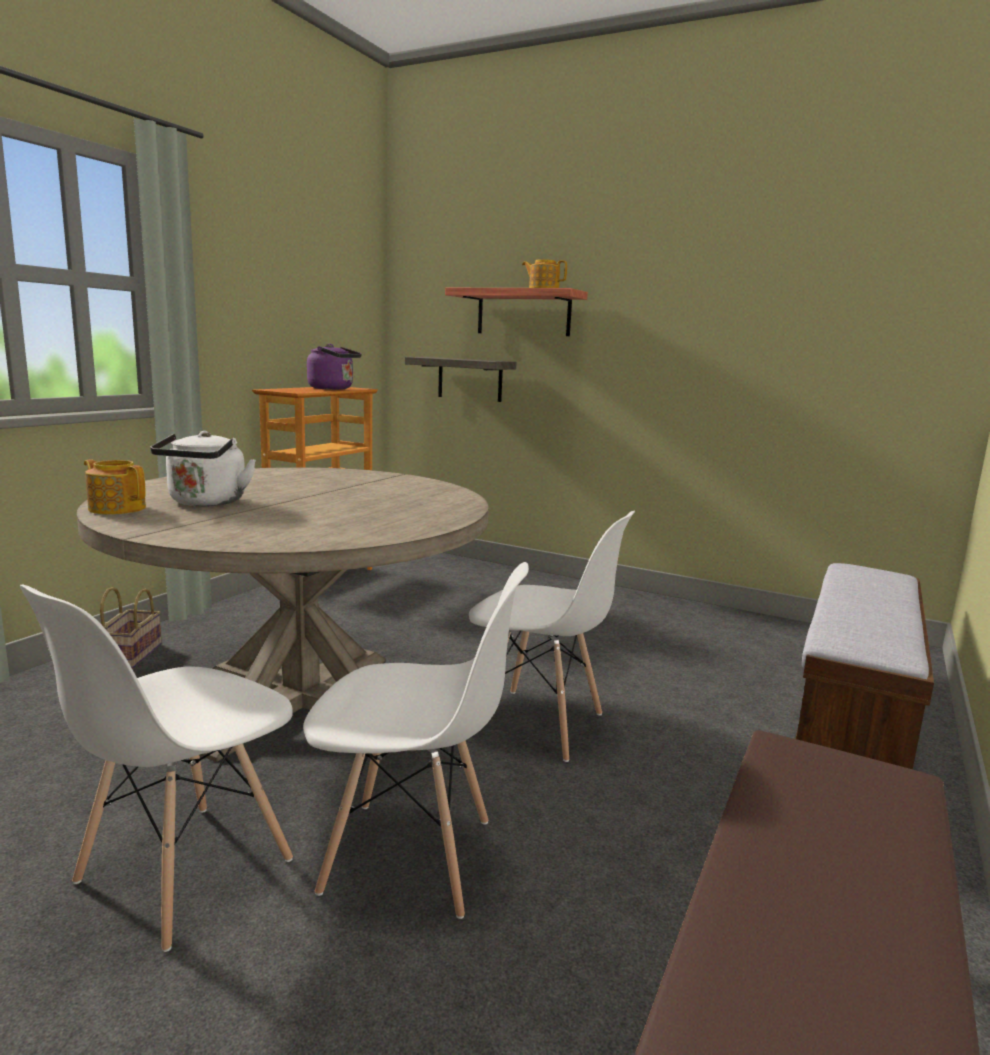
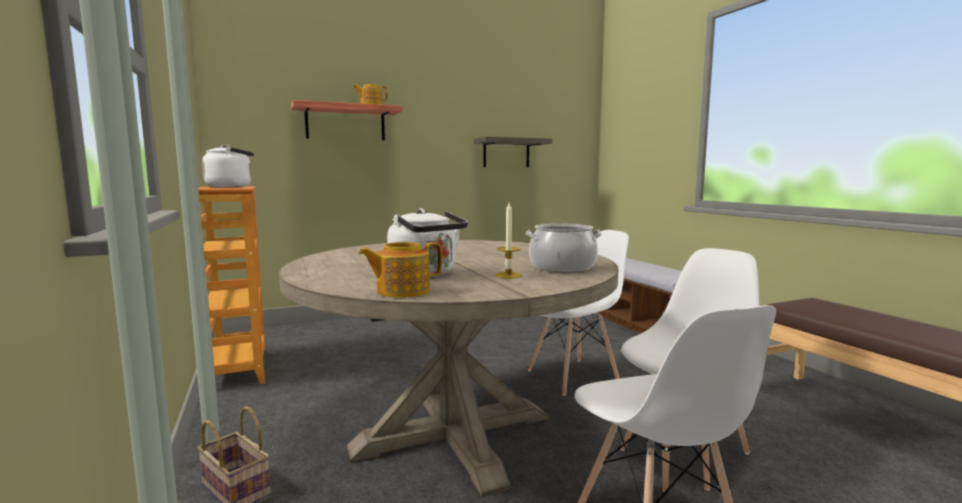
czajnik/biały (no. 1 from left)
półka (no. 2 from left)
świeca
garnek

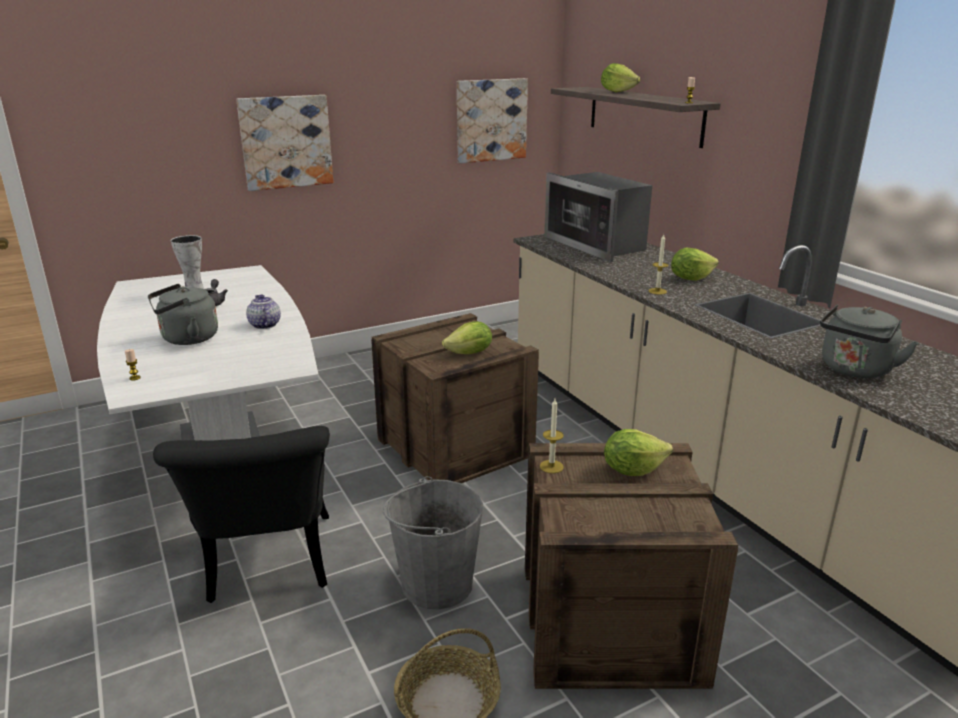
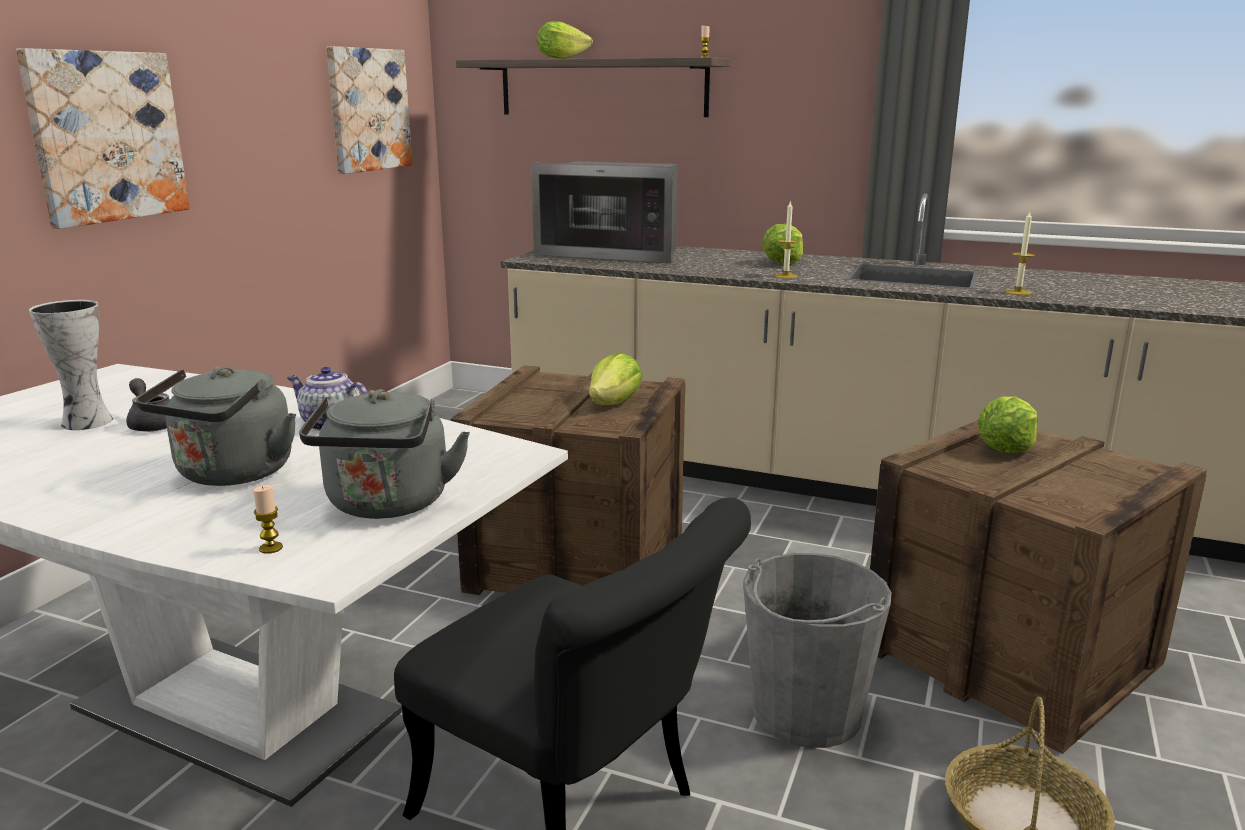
świeca (no. 4 from left)
czajnik/szary (no. 2 from left)

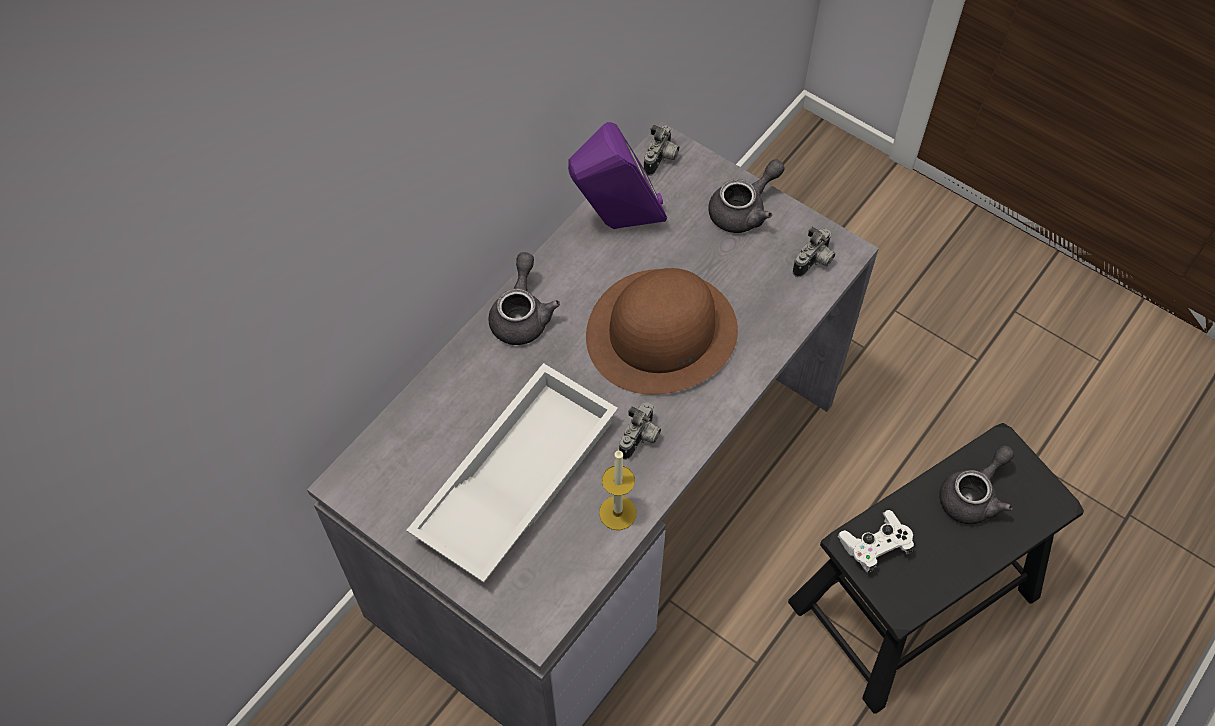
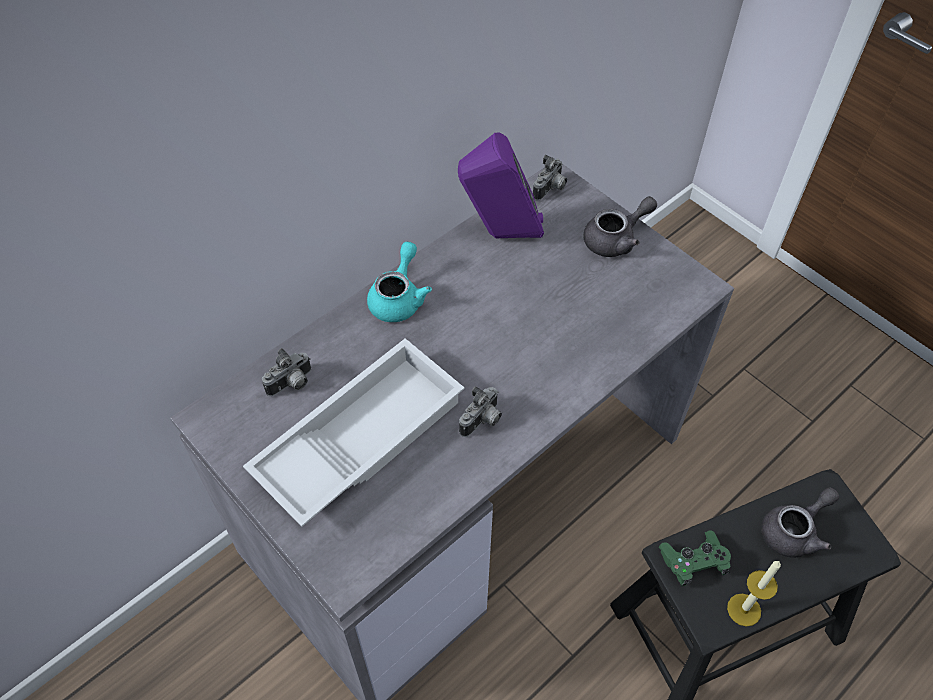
imbryk/turkusowy
kapelusz/brązowy
świeca
aparat fotograficzny (no. 1 from left)
pad do gier/zielony

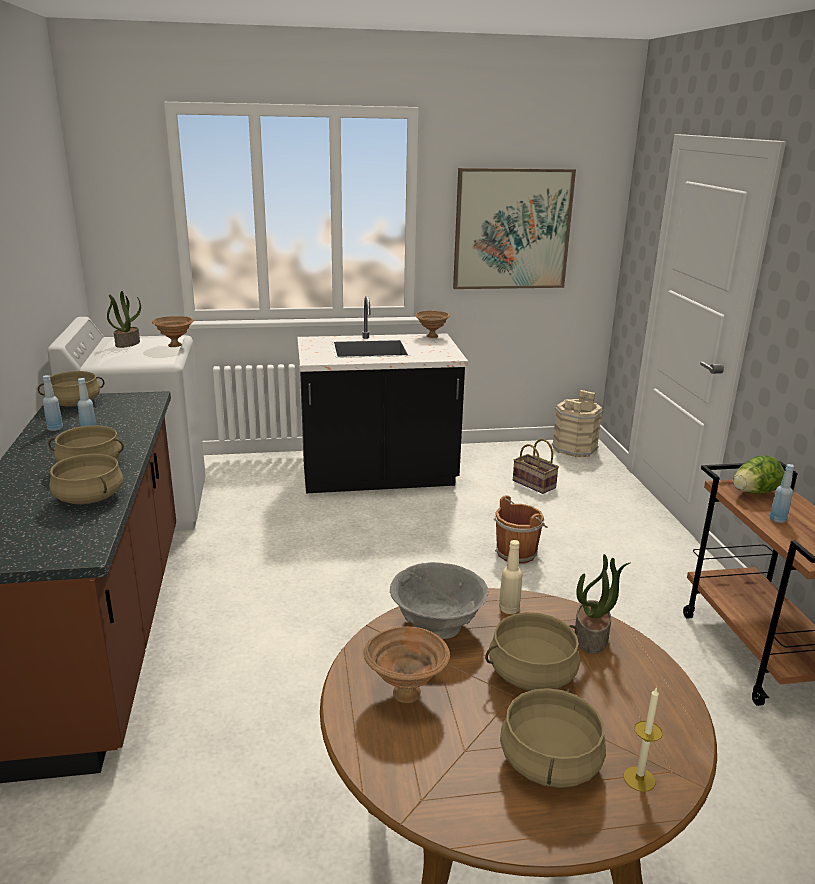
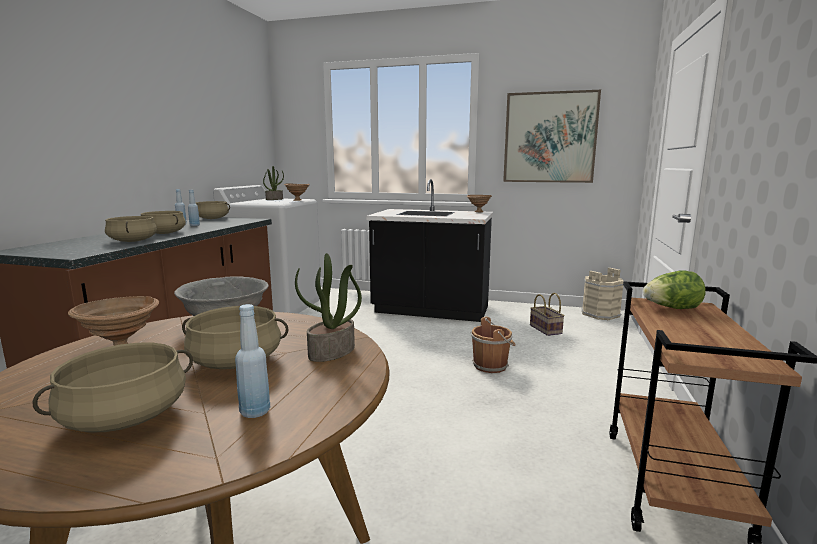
butelka/beżowy
świeca
butelka/niebieski (no. 3 from left)

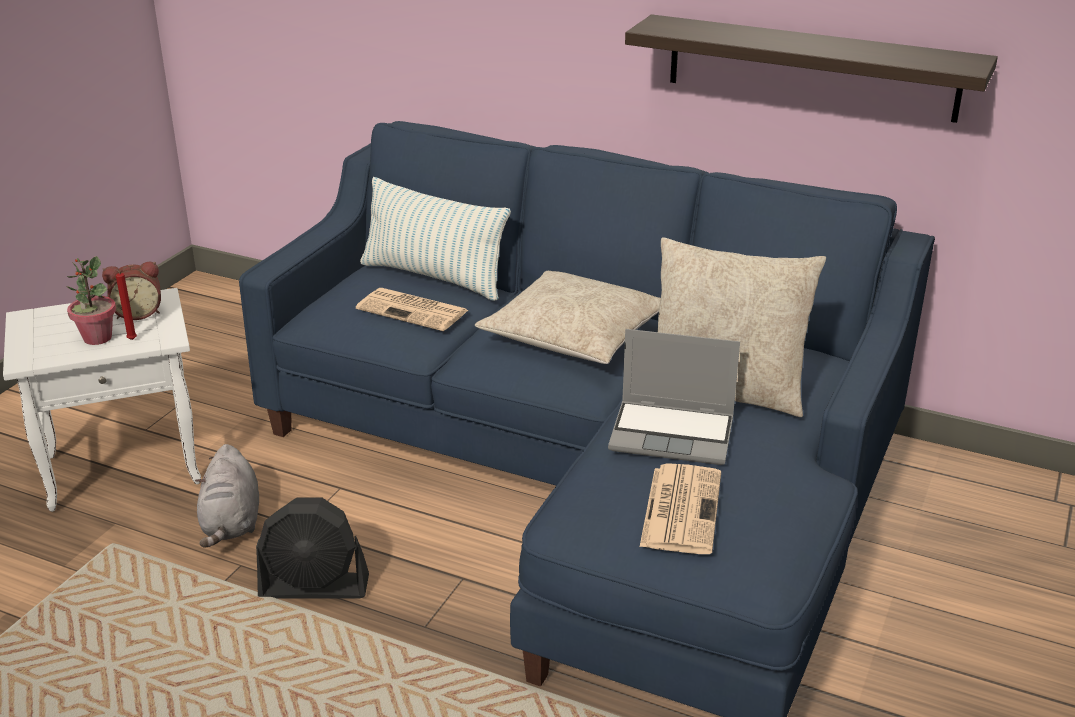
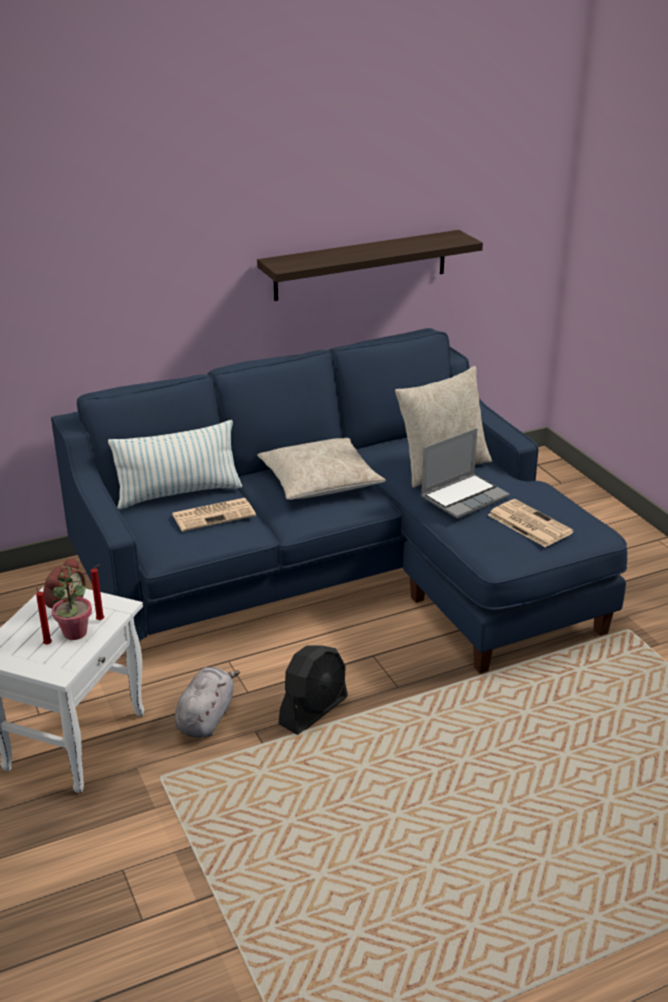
pluszak/szary
świeca/czerwony (no. 1 from left)

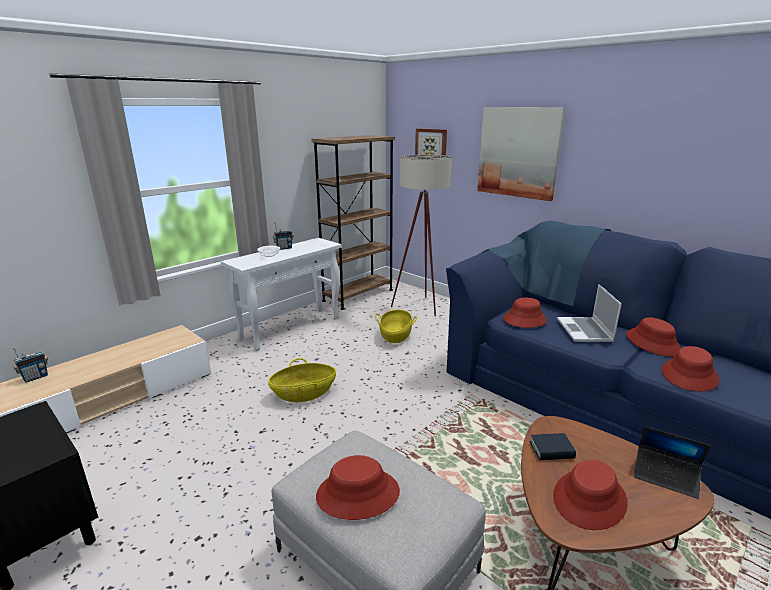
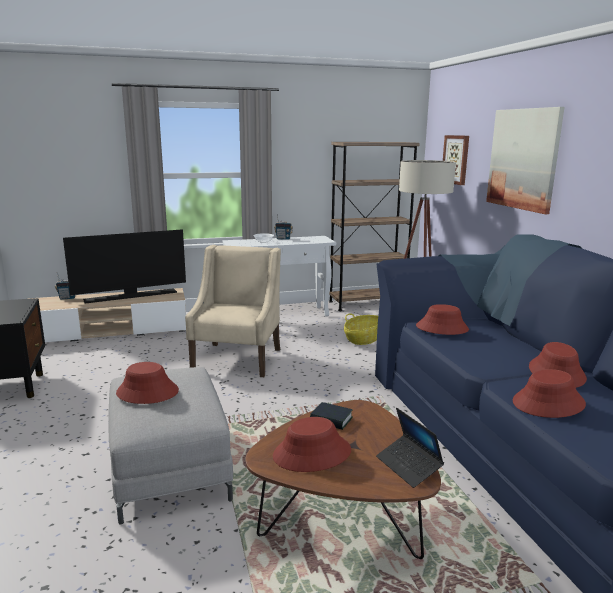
fotel/beżowy
laptop (no. 1 from left in the first image)
telewizor

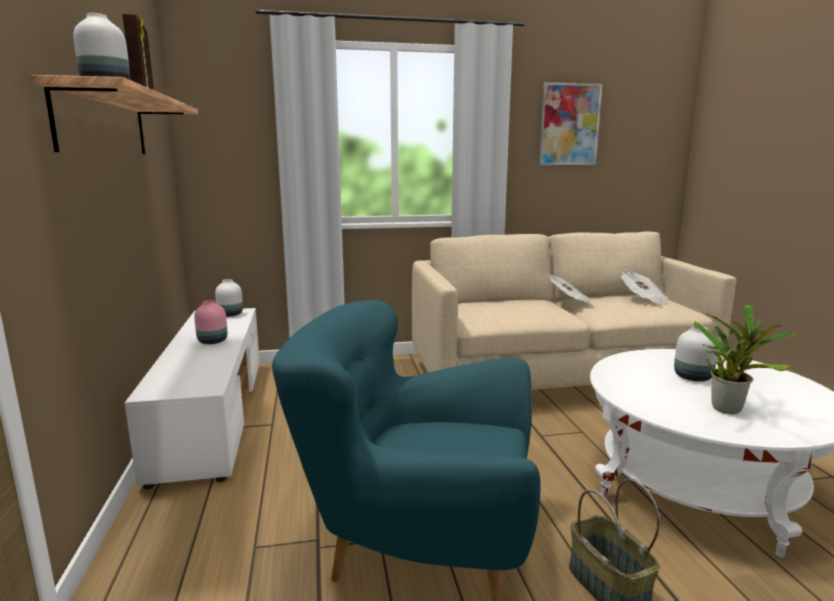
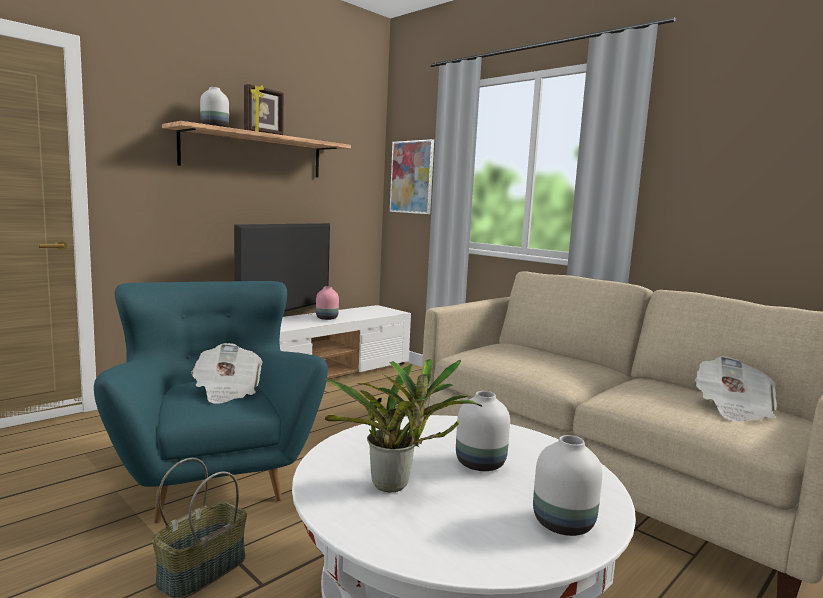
wazon/biały (no. 3 from left)
obraz
gazeta (no. 1 from left)
telewizor

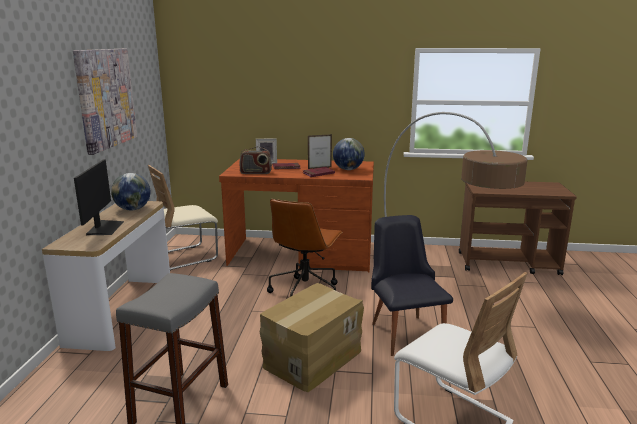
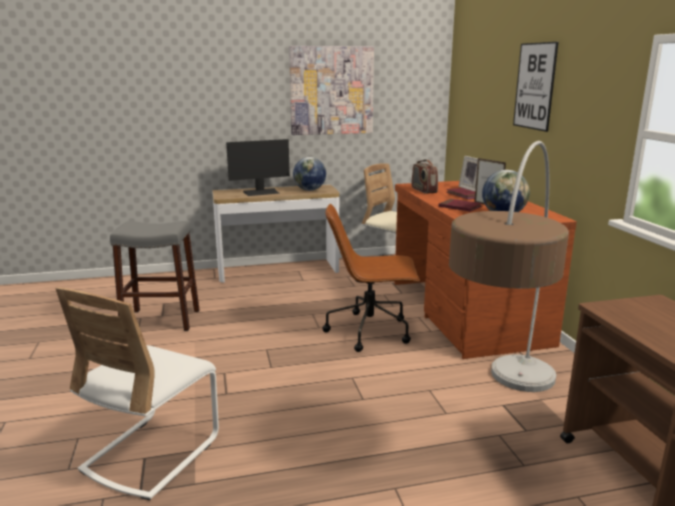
karton
krzesło/czarny
obraz (no. 2 from left)

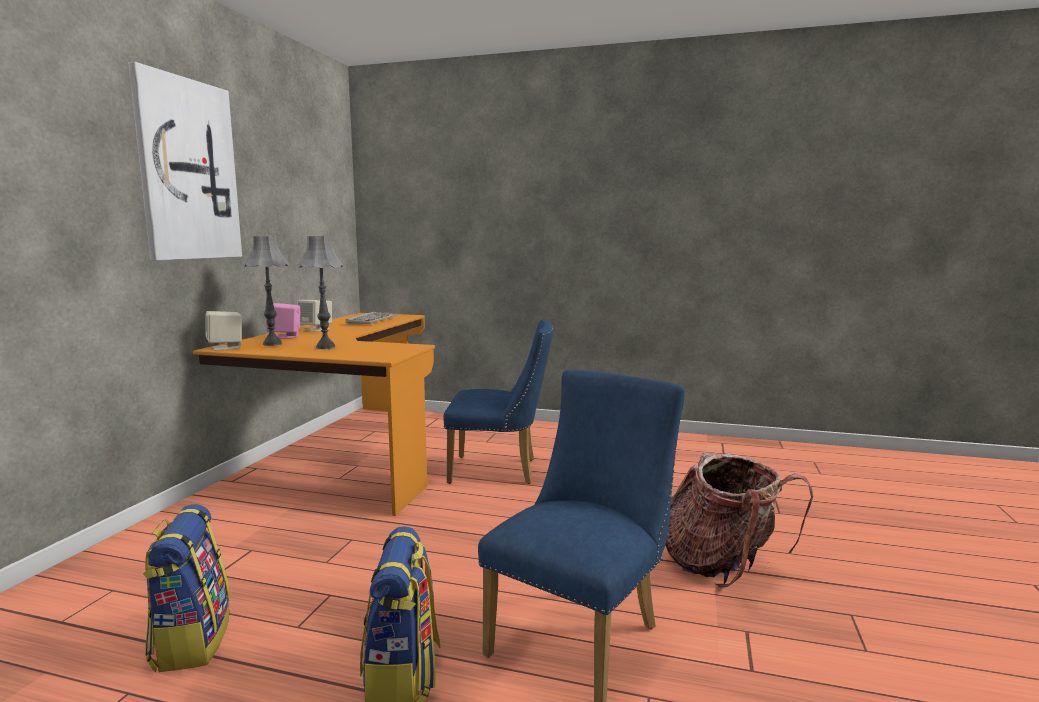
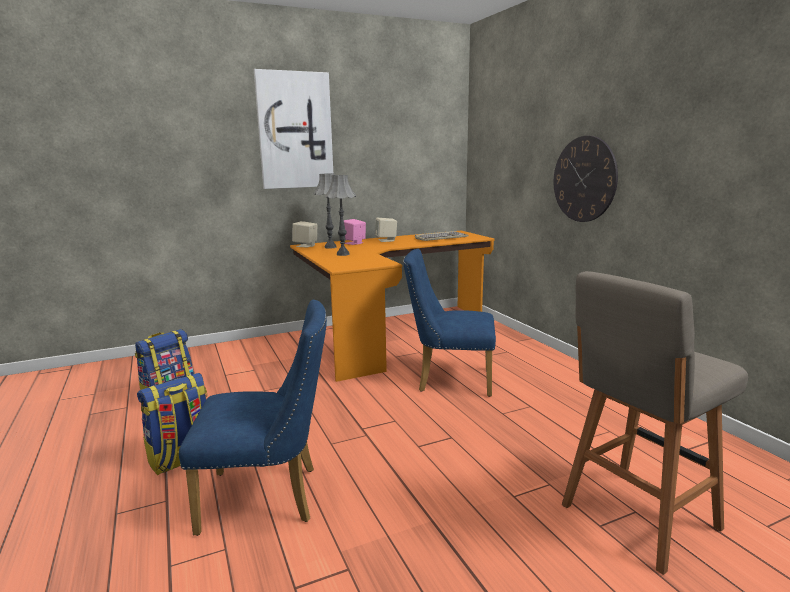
krzesło/niebieski (no. 2 from left)
plecak (no. 3 from left in the first image)
zegar ścienny
stołek/szary

